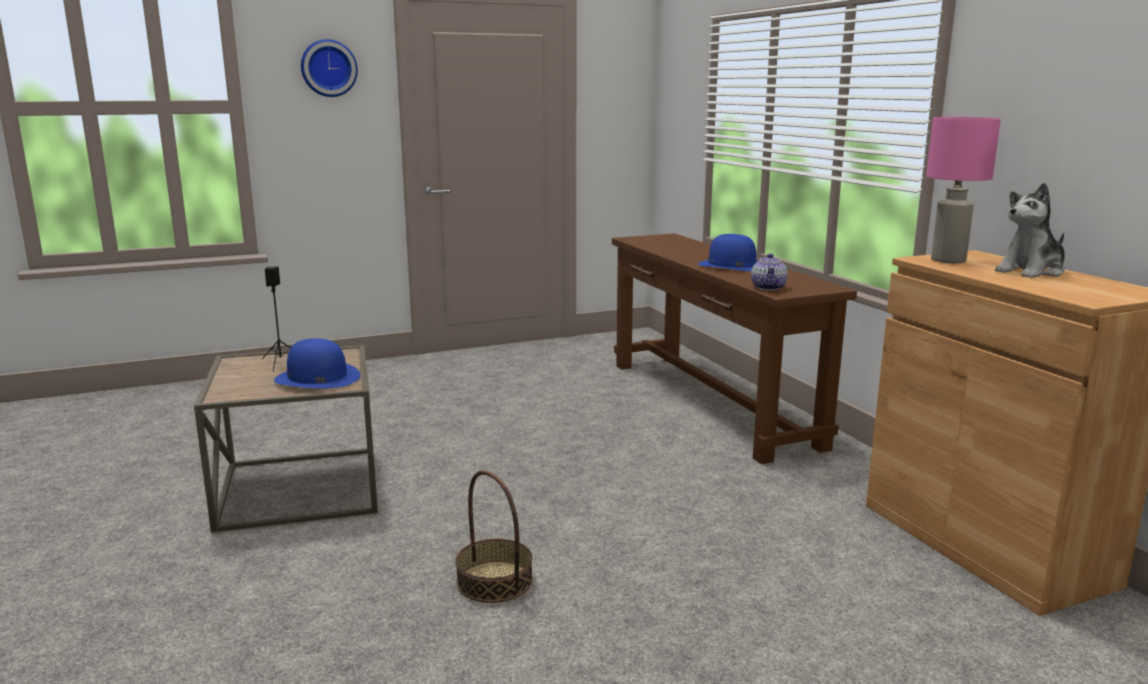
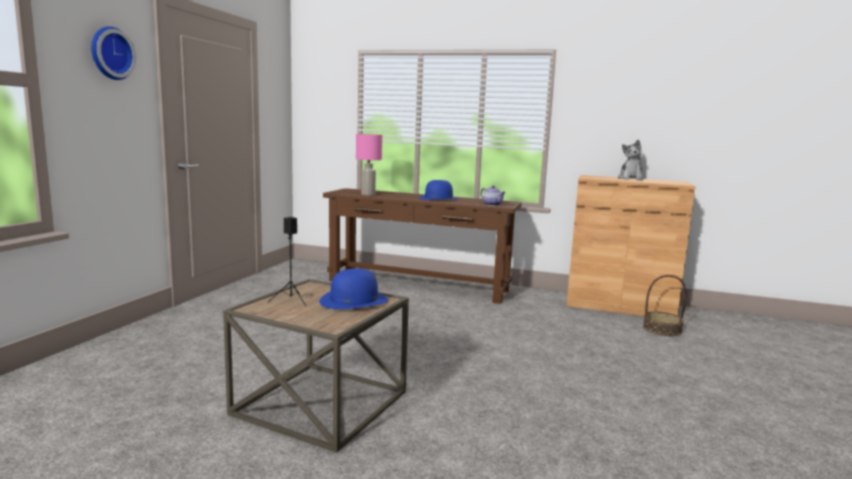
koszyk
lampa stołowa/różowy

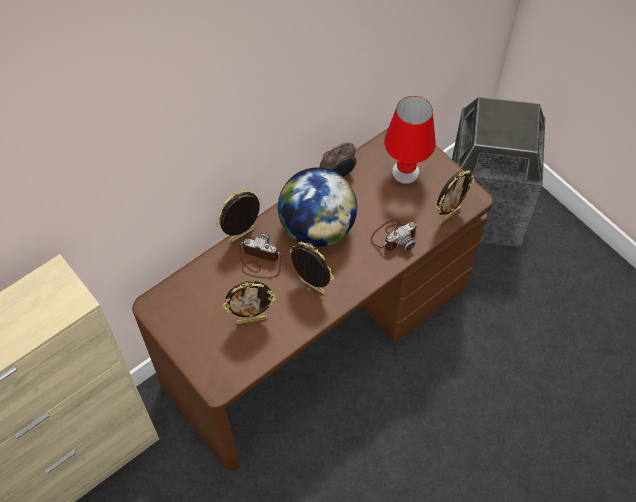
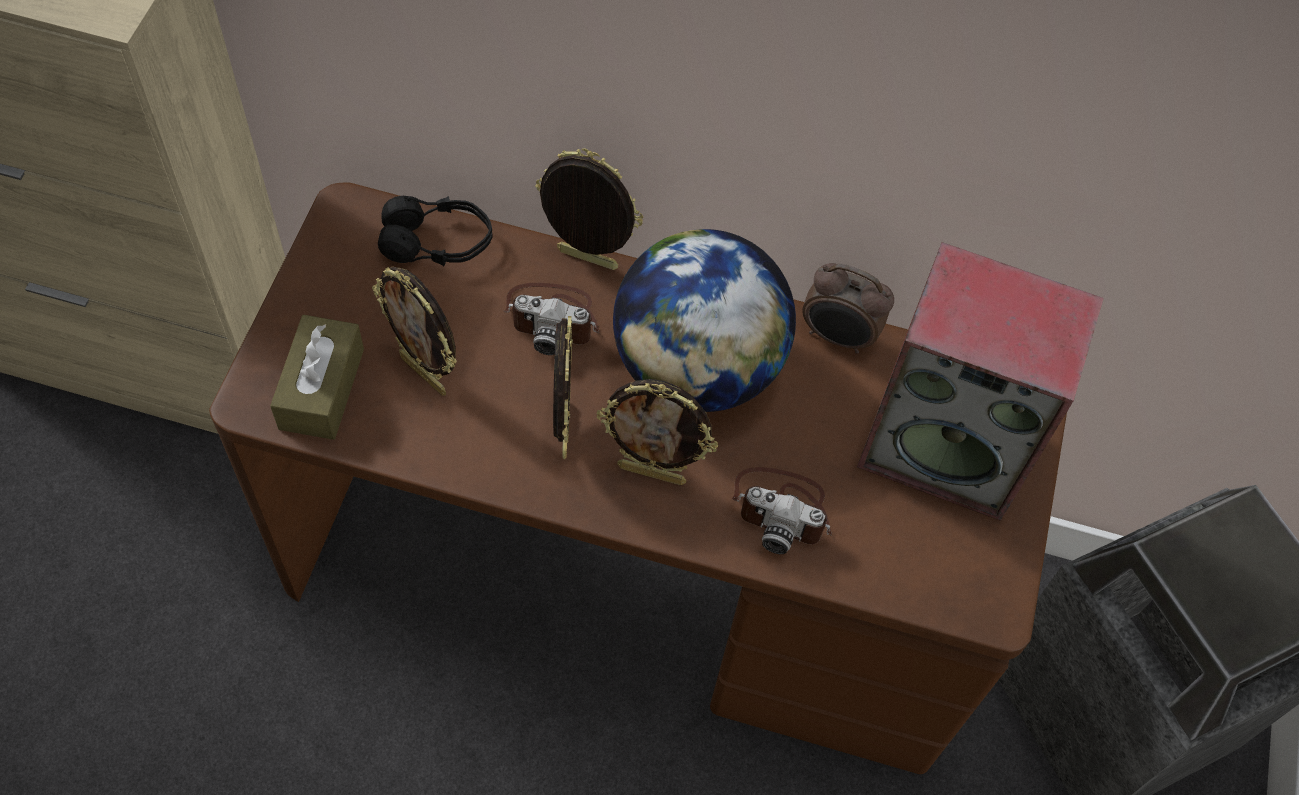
aparat fotograficzny (no. 1 from left)
głośnik
ramka na zdjęcie (no. 4 from left)
pudełko chusteczek/brązowy
słuchawki/czarny

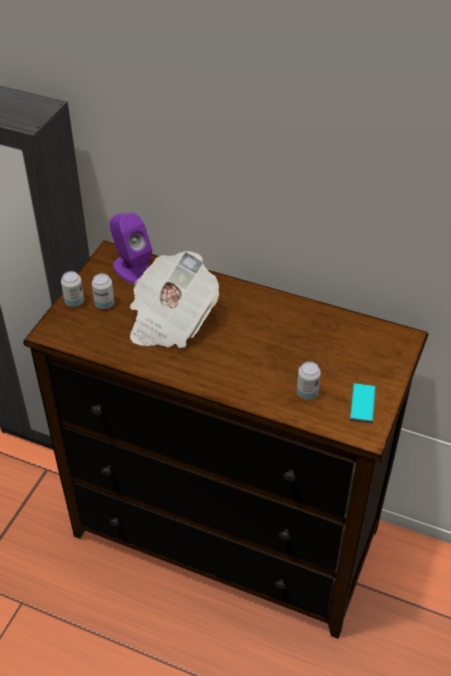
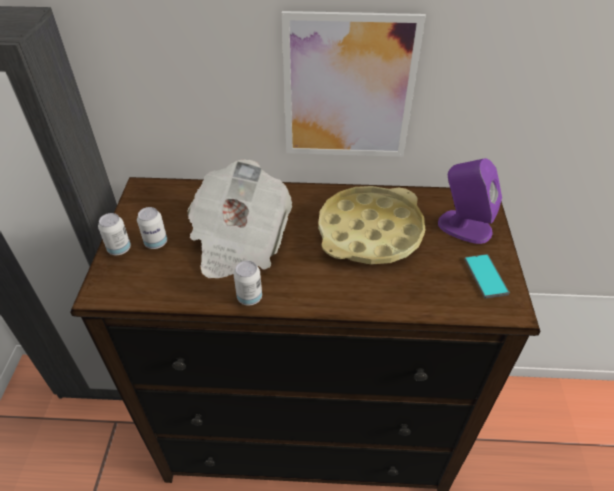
głośnik/fioletowy
puszka (no. 3 from left)
obraz
taca/żółty

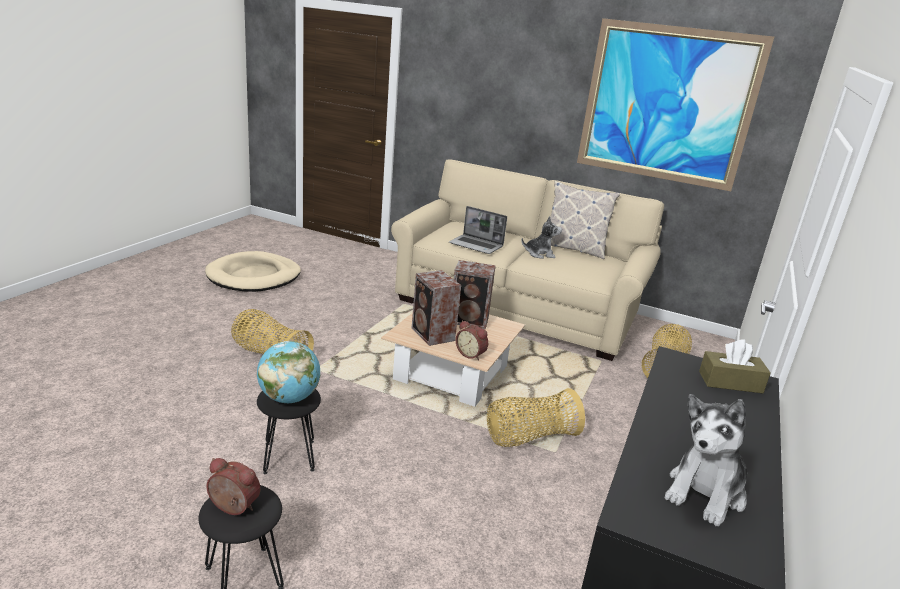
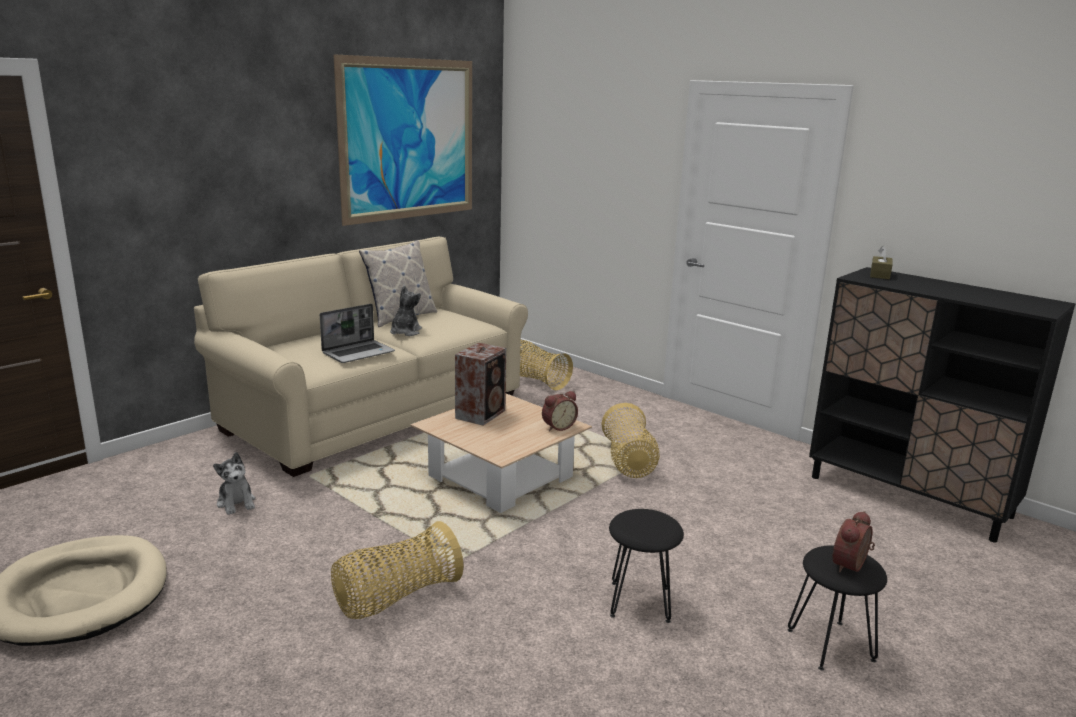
globus
głośnik (no. 1 from left in the first image)
pluszak (no. 1 from left)

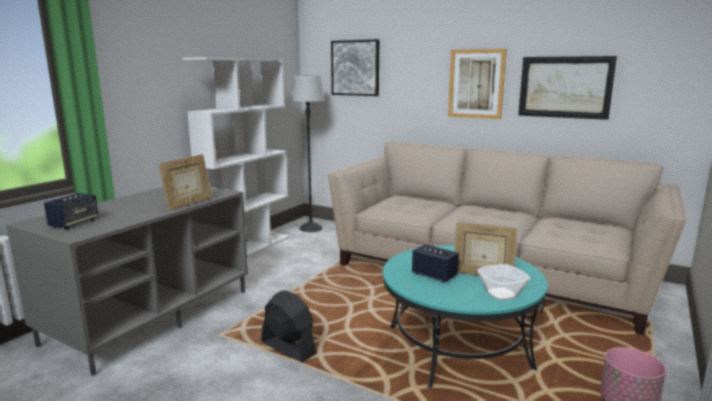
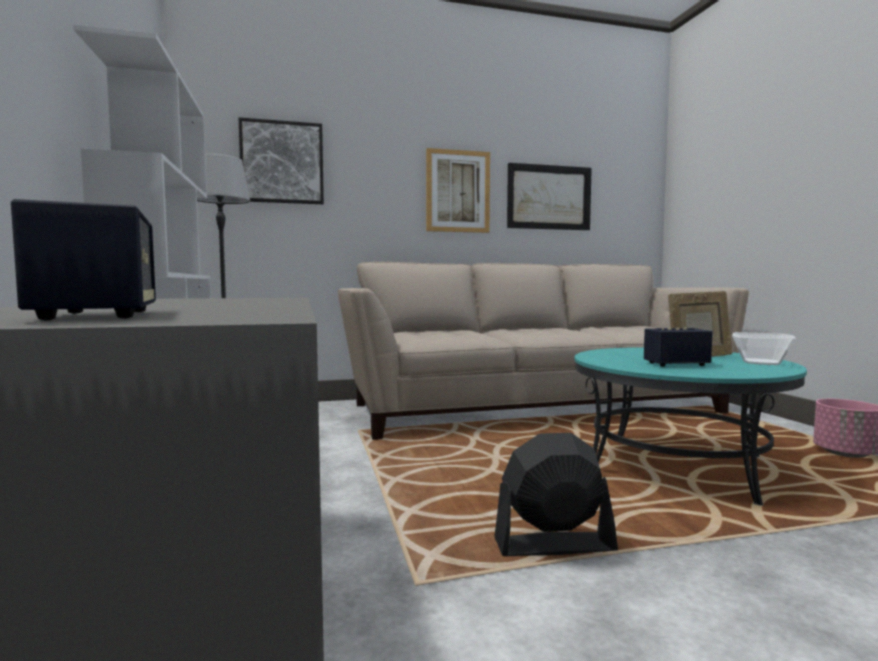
ramka na zdjęcie (no. 1 from left in the first image)

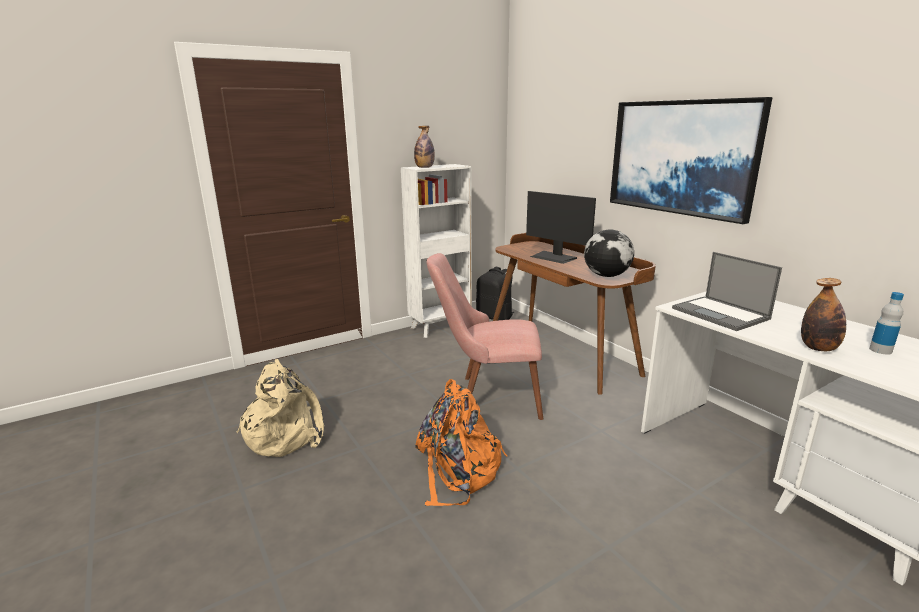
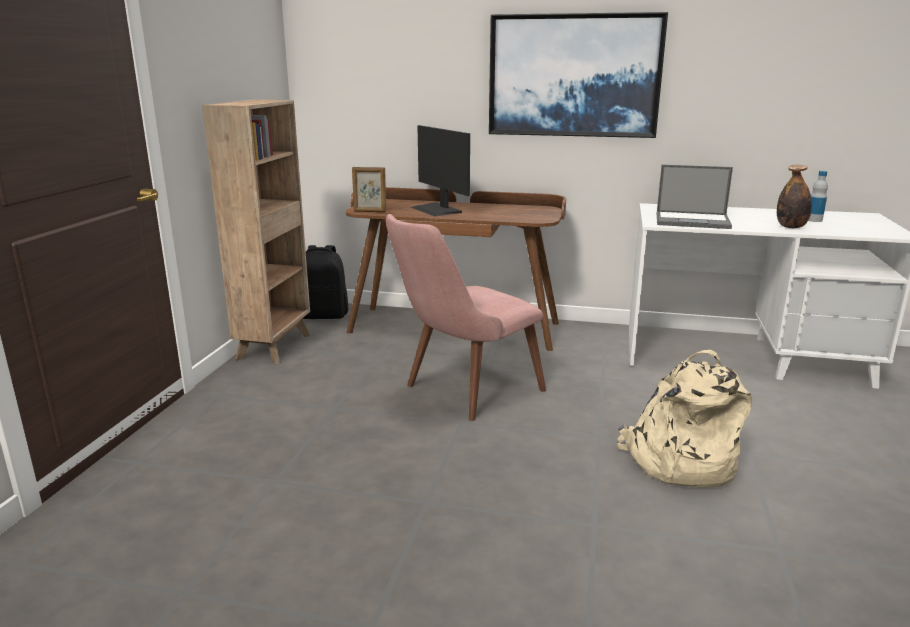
plecak/beżowy
regał/brązowy
butelka (no. 1 from left in the first image)
plecak/pomarańczowy
monitor
globus
ramka na zdjęcie

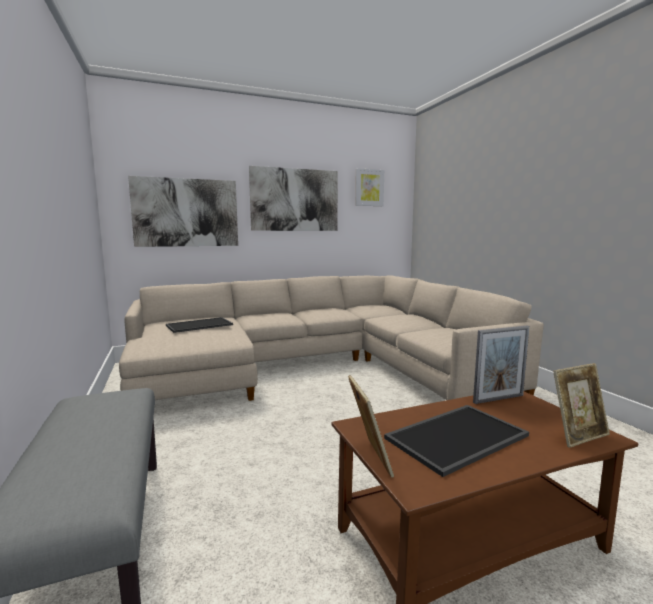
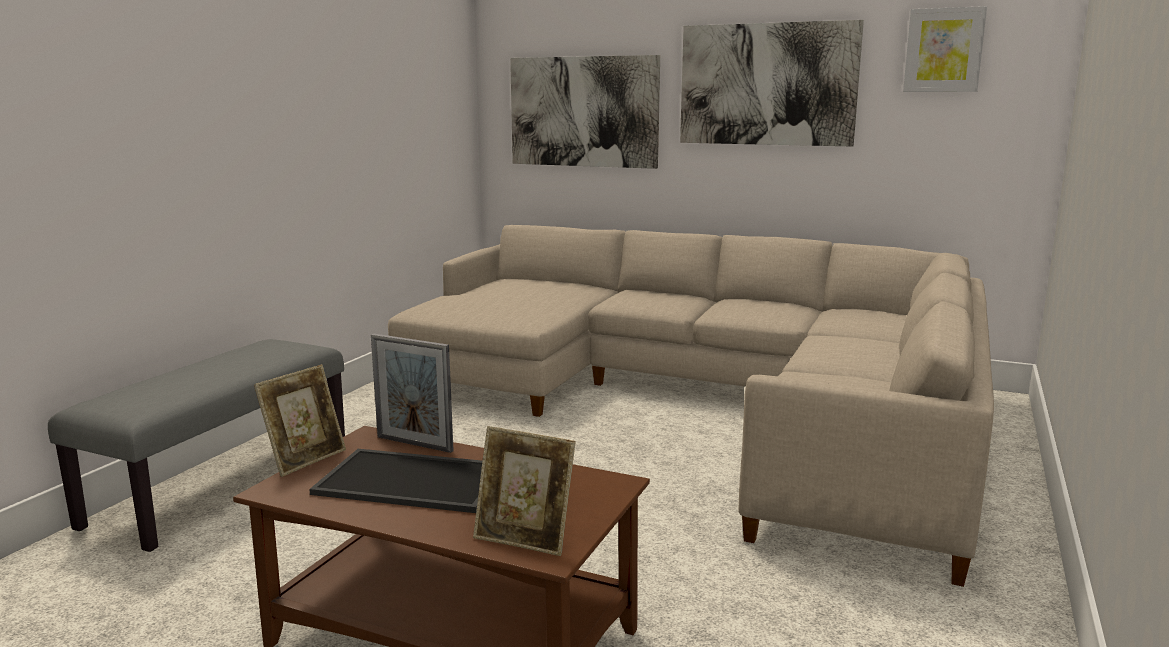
taca (no. 1 from left in the first image)
ramka na zdjęcie (no. 2 from left)

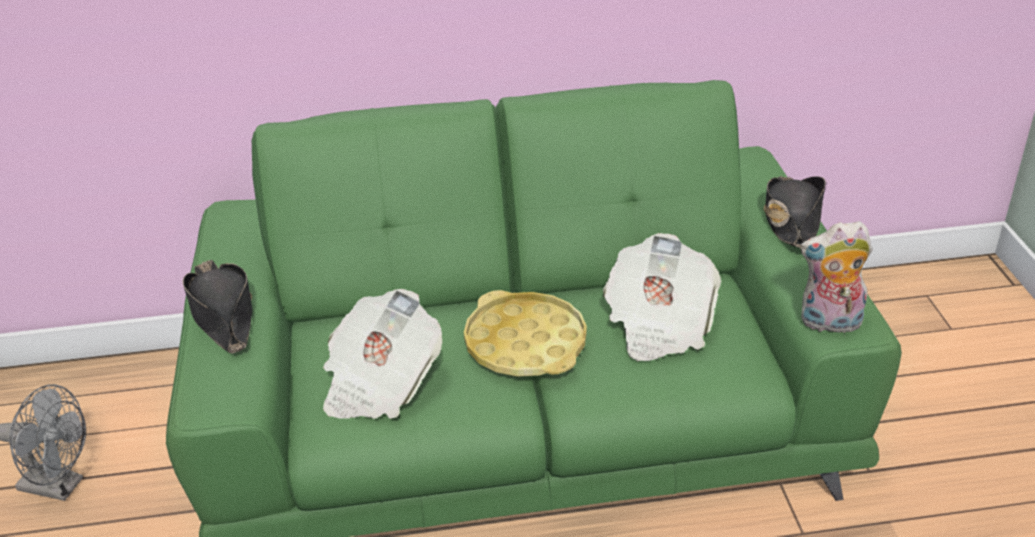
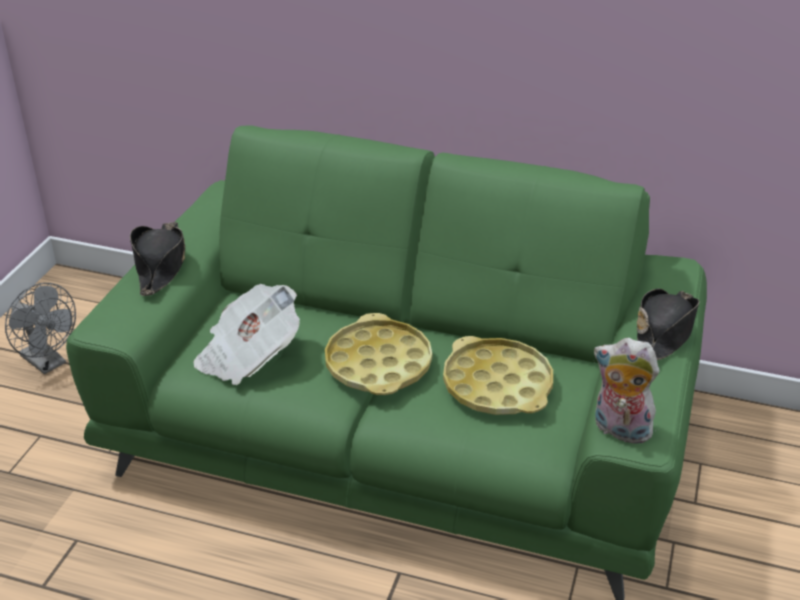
taca/żółty (no. 2 from left)

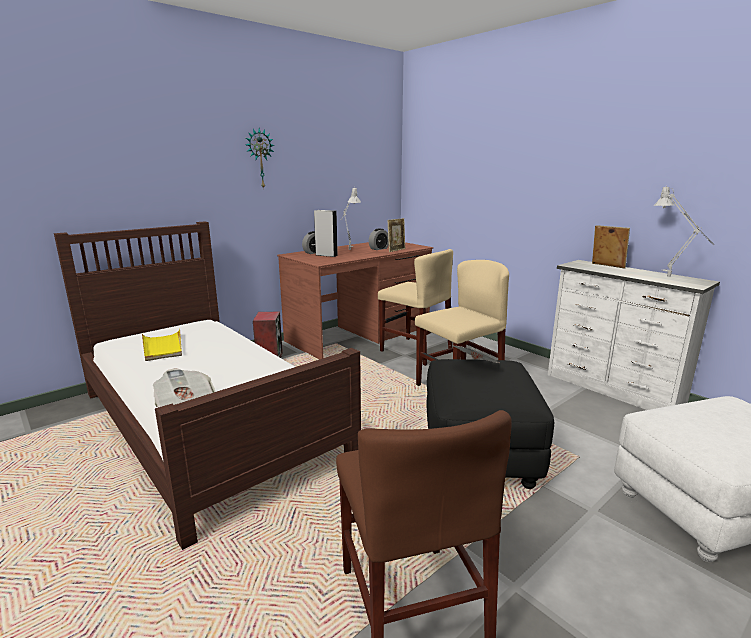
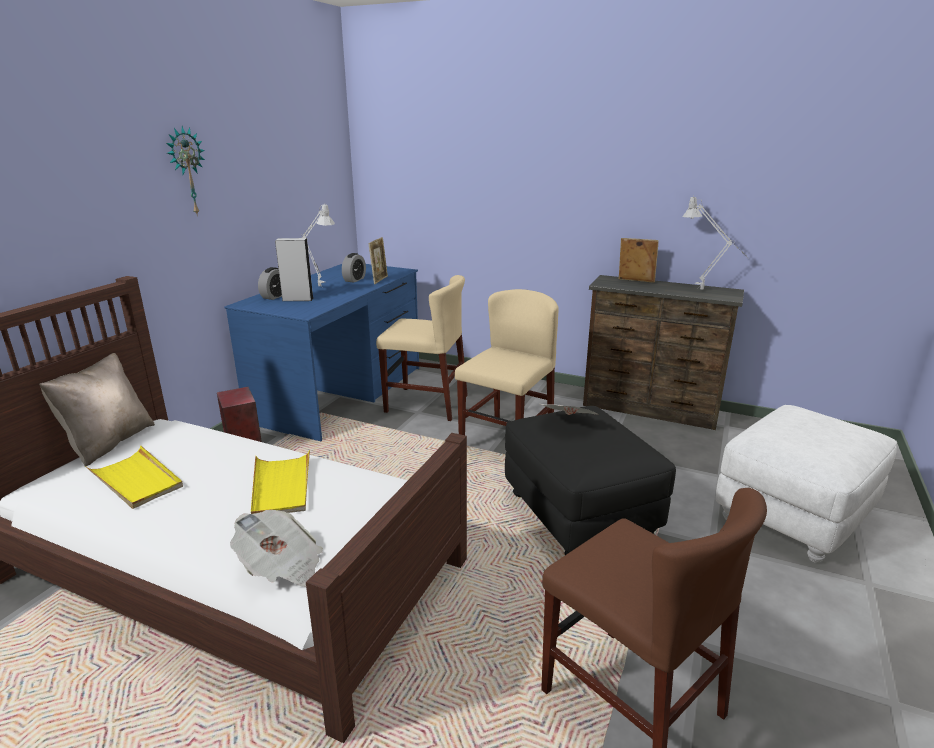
biurko/niebieski
komoda/brązowy
poduszka/beżowy
taca/żółty (no. 2 from left)

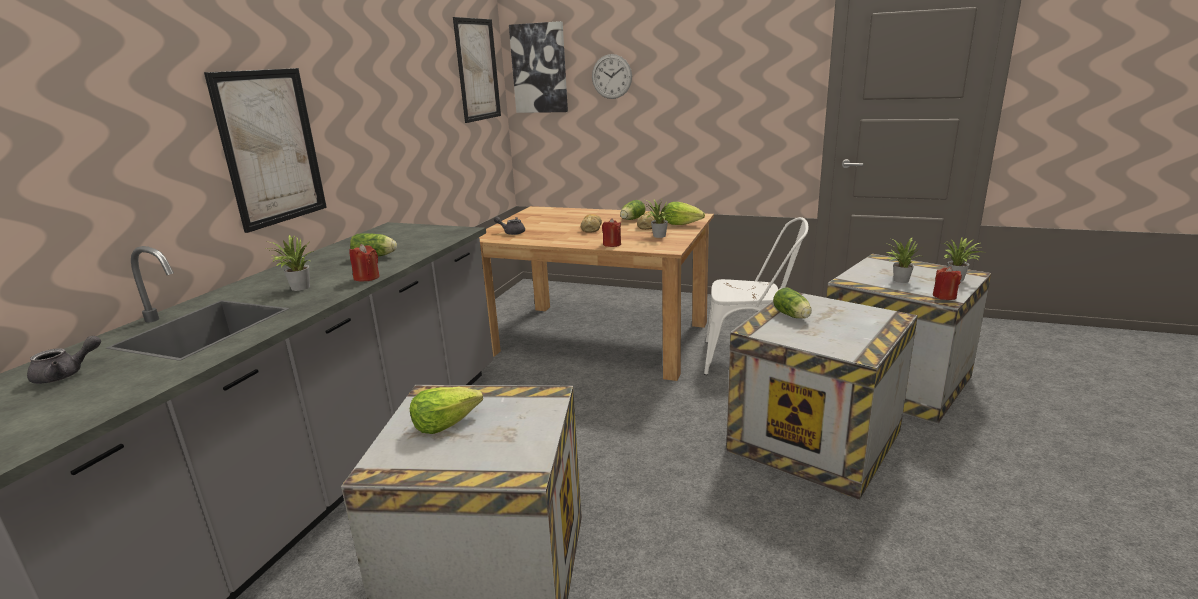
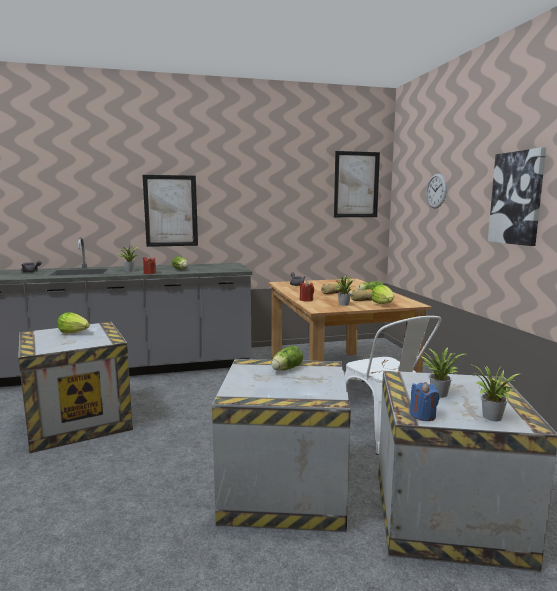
obraz (no. 3 from left)
świeca/niebieski

